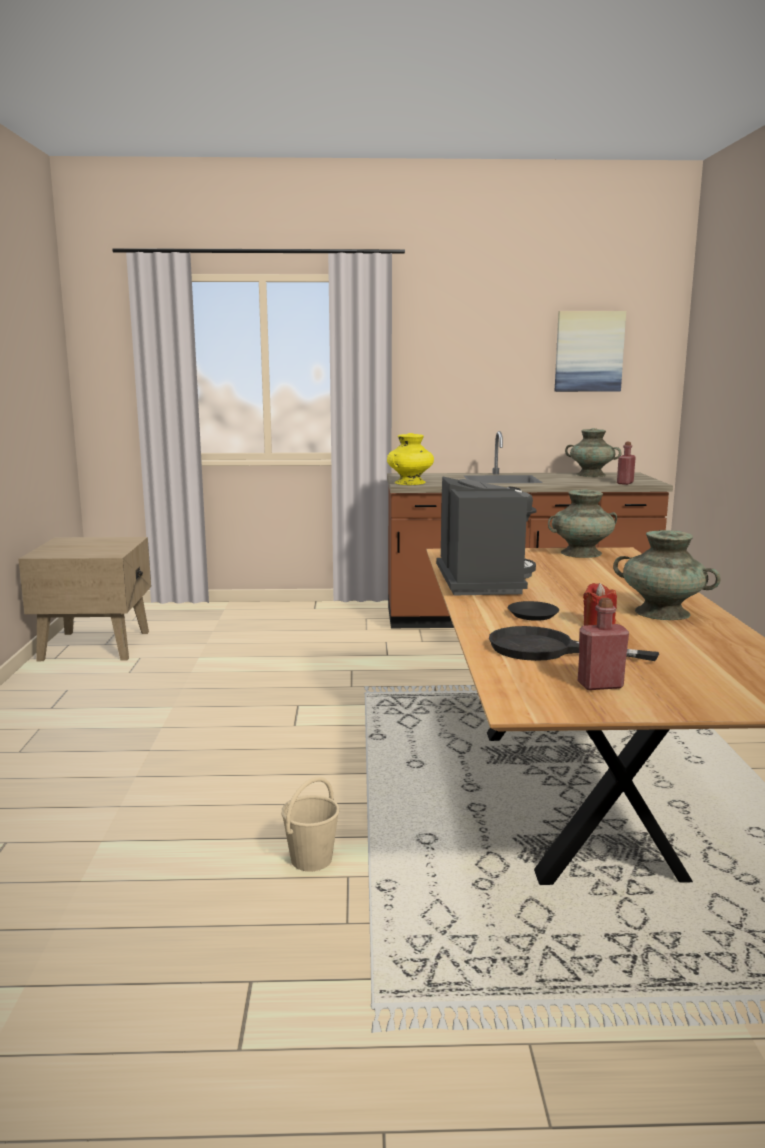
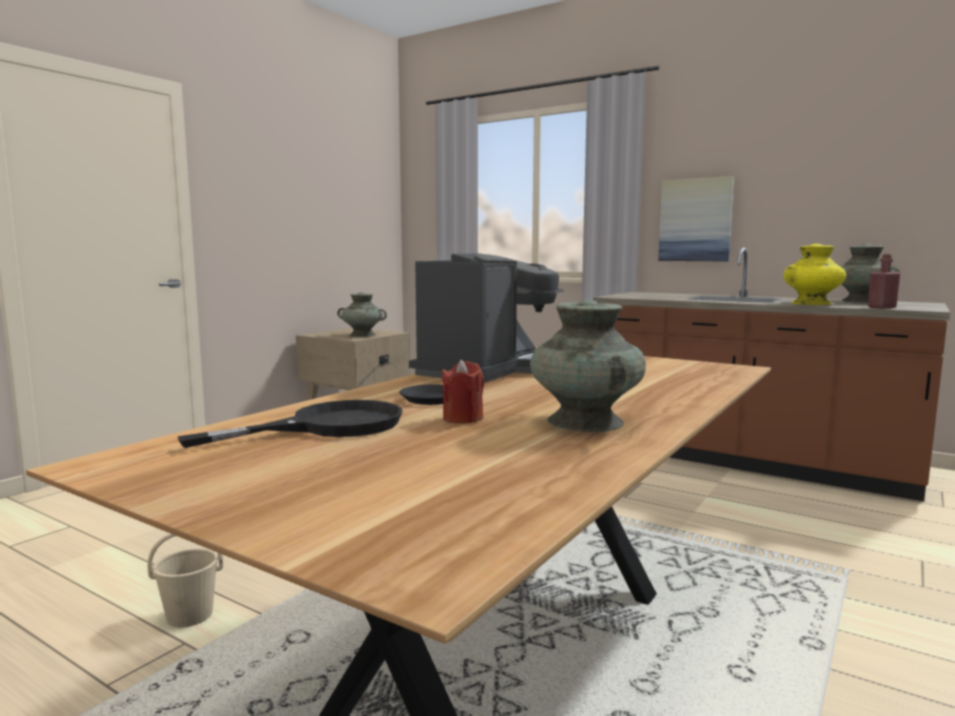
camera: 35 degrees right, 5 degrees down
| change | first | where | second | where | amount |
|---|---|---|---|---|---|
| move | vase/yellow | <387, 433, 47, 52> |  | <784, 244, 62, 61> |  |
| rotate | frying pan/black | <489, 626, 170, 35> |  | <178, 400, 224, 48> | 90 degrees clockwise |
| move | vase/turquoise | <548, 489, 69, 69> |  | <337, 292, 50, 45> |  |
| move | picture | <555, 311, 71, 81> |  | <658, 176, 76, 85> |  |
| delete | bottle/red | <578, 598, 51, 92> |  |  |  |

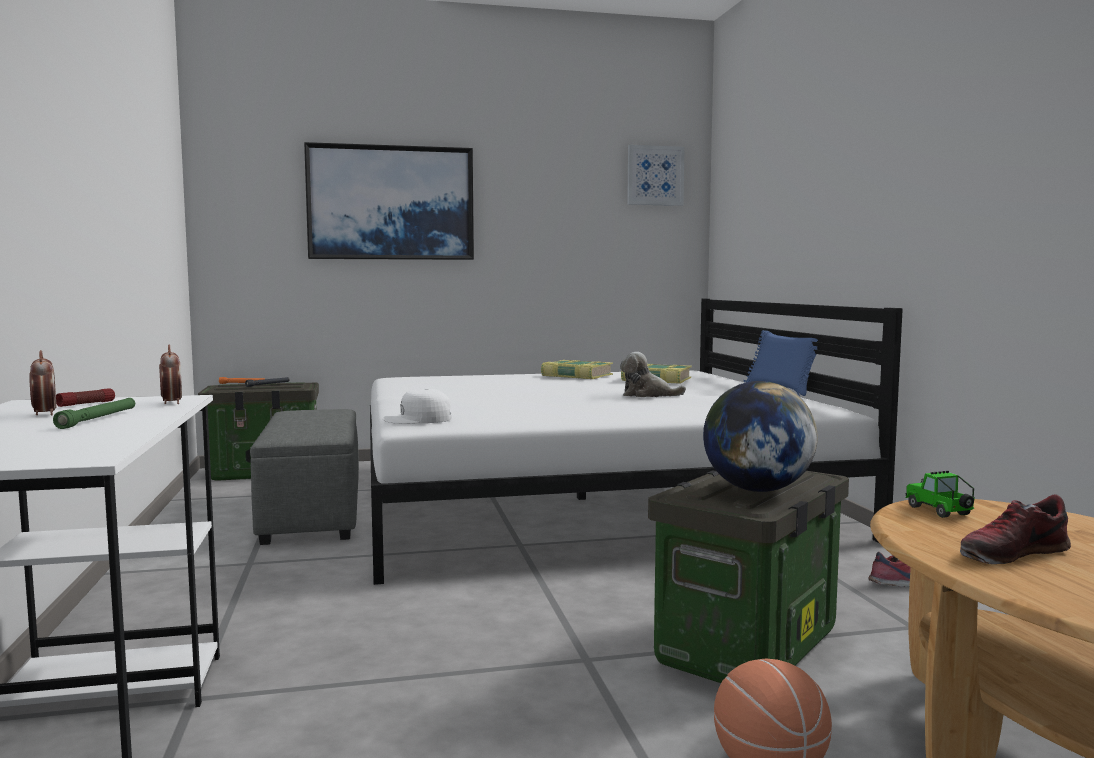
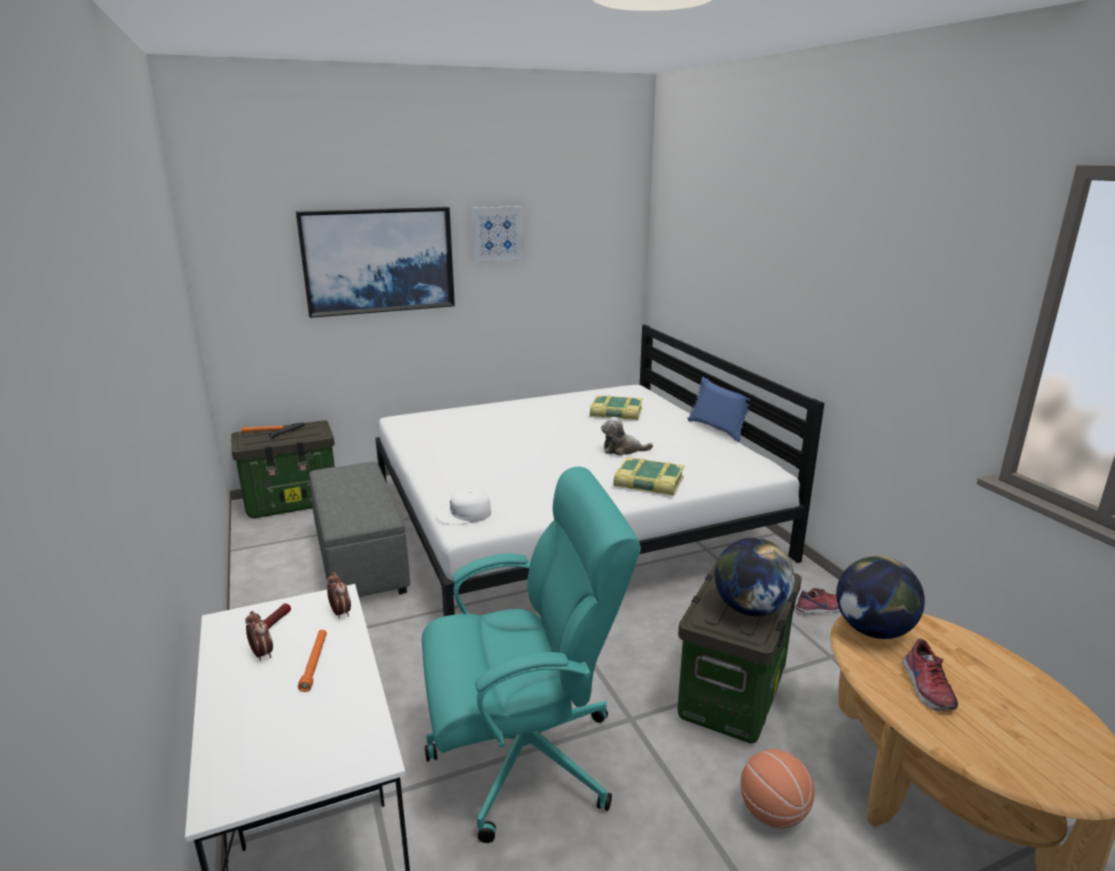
camera: 10 degrees left, 15 degrees up
| change | first | where | second | where | amount |
|---|---|---|---|---|---|
| recolor | flashlight/green | <53, 398, 82, 31> | flashlight/orange | <298, 630, 29, 62> |  |
| move | book | <541, 360, 72, 19> |  | <613, 457, 72, 39> |  |
| move | picture | <627, 145, 58, 61> |  | <471, 206, 53, 57> |  |
| replace | toy car | <905, 471, 70, 47> | globe | <836, 556, 89, 83> |  |
| rotate | shoe | <960, 494, 111, 70> |  | <902, 638, 56, 73> | 60 degrees counterclockwise |
| insert |  |  | office chair/turquoise | <422, 467, 219, 376> |  |

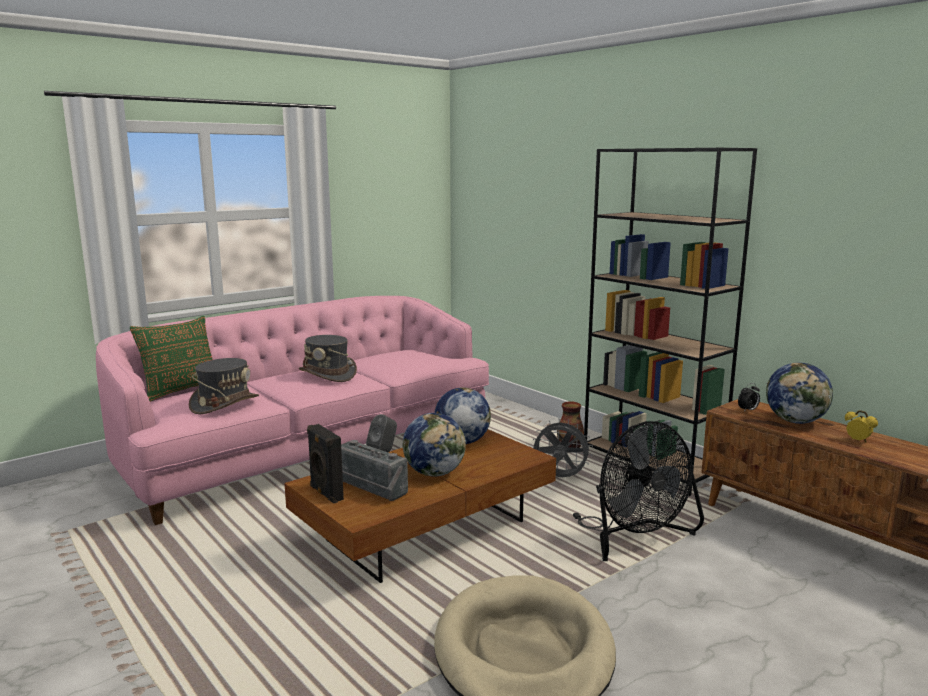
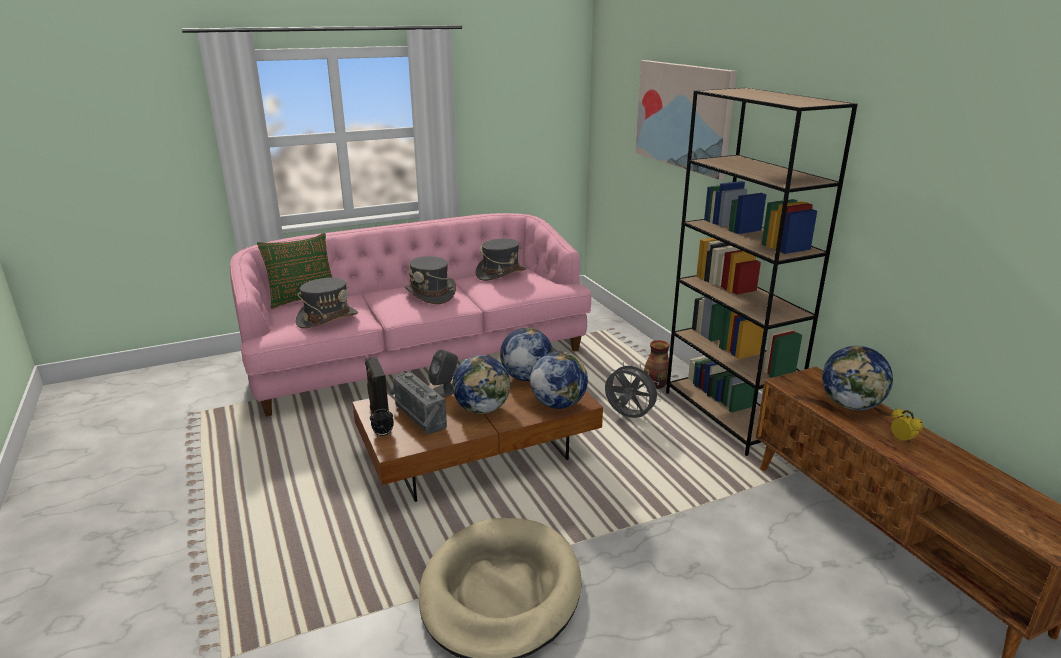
camera: 15 degrees right, 10 degrees up
| change | first | where | second | where | amount |
|---|---|---|---|---|---|
| delete | fan/black | <573, 421, 131, 140> |  |  |  |
| move | alarm clock | <738, 383, 22, 29> |  | <370, 409, 24, 27> |  |
| insert |  |  | hat/grey | <476, 238, 50, 43> |  |
| insert |  |  | globe | <530, 351, 58, 58> |  |
| insert |  |  | picture | <635, 60, 102, 120> |  |

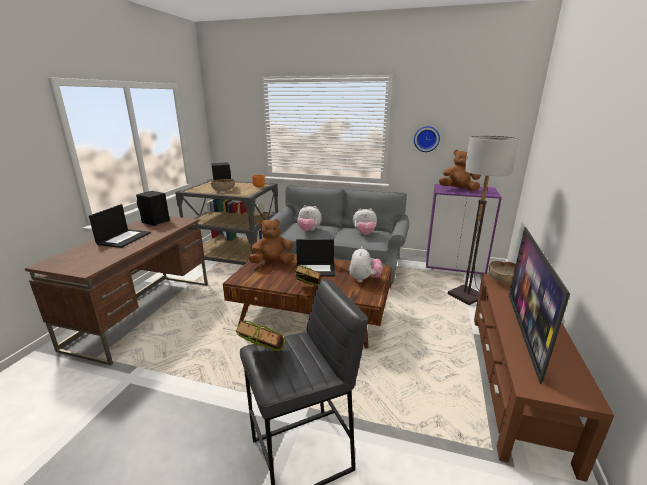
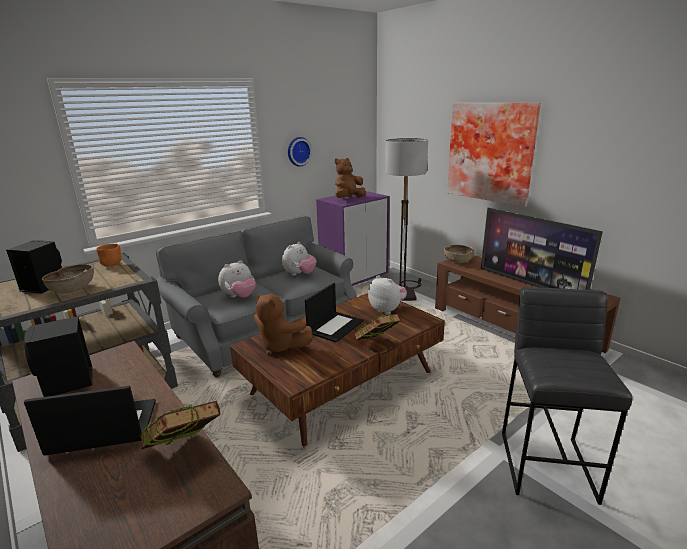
camera: 55 degrees left, 0 degrees up
| change | first | where | second | where | amount |
|---|---|---|---|---|---|
| rotate | laptop | <89, 204, 62, 44> |  | <24, 386, 132, 69> | 60 degrees counterclockwise |
| move | book | <235, 320, 50, 31> |  | <139, 401, 82, 48> |  |
| rotate | plush toy/brown | <248, 219, 46, 45> |  | <254, 294, 59, 61> | 75 degrees counterclockwise |
| insert |  |  | picture | <447, 103, 94, 104> |  |

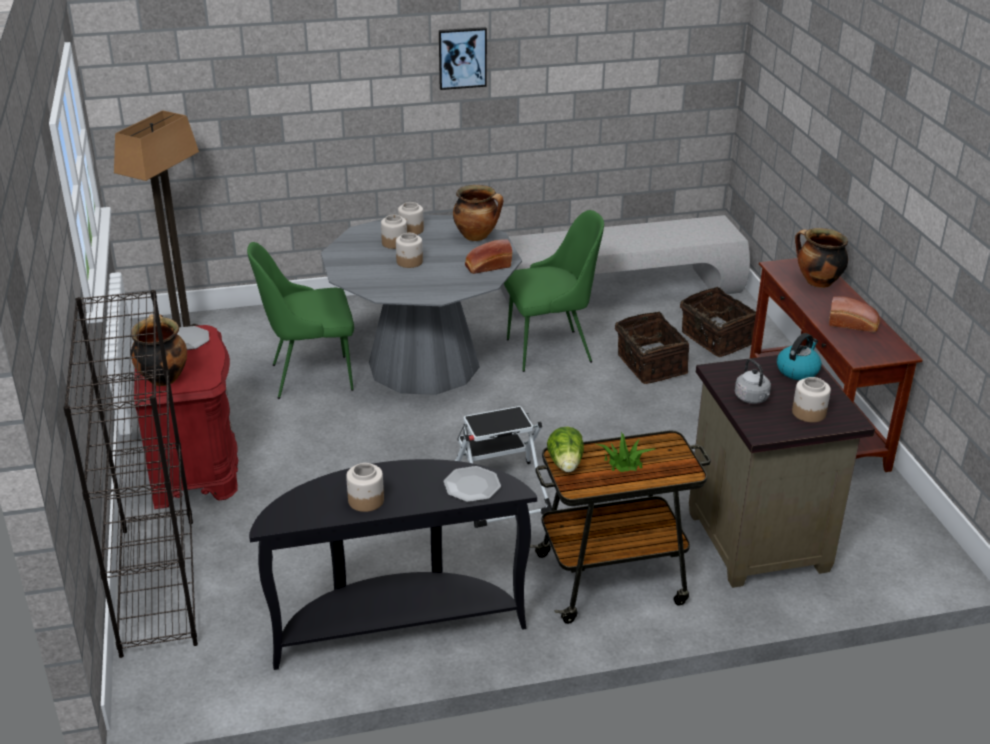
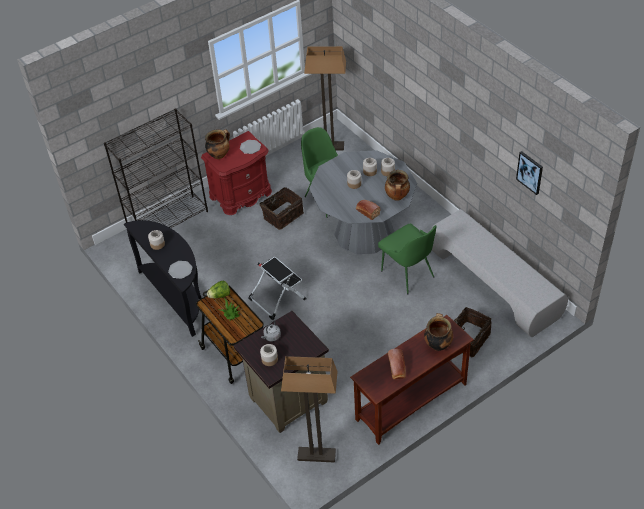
camera: 70 degrees right, 15 degrees up
| change | first | where | second | where | amount |
|---|---|---|---|---|---|
| move | picture | <439, 27, 48, 63> |  | <516, 151, 27, 44> |  |
| move | basket | <615, 312, 74, 72> |  | <260, 187, 44, 43> |  |
| delete | kettle | <777, 333, 45, 47> |  |  |  |
| insert |  |  | floor lamp | <281, 356, 57, 106> |  |

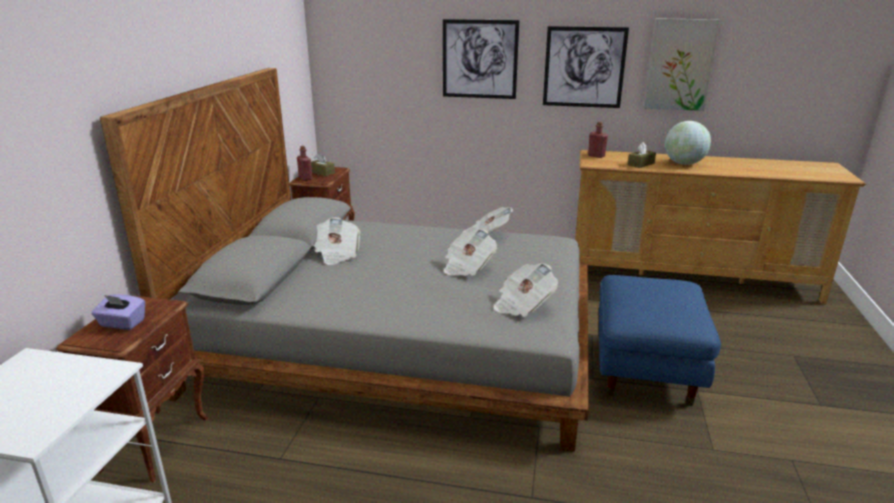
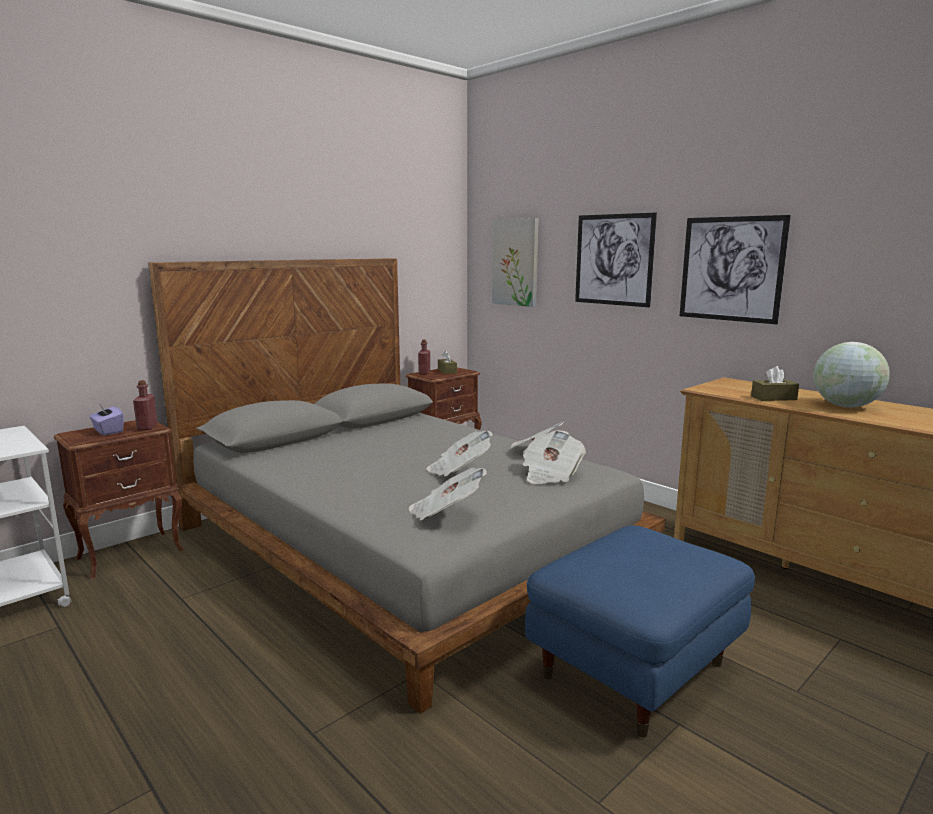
camera: 35 degrees right, 10 degrees down
| change | first | where | second | where | amount |
|---|---|---|---|---|---|
| move | newspaper | <314, 217, 47, 48> |  | <523, 430, 63, 54> |  |
| move | bottle/red | <588, 122, 20, 36> |  | <133, 380, 24, 50> |  |
| move | picture | <644, 19, 75, 92> |  | <492, 218, 47, 89> |  |

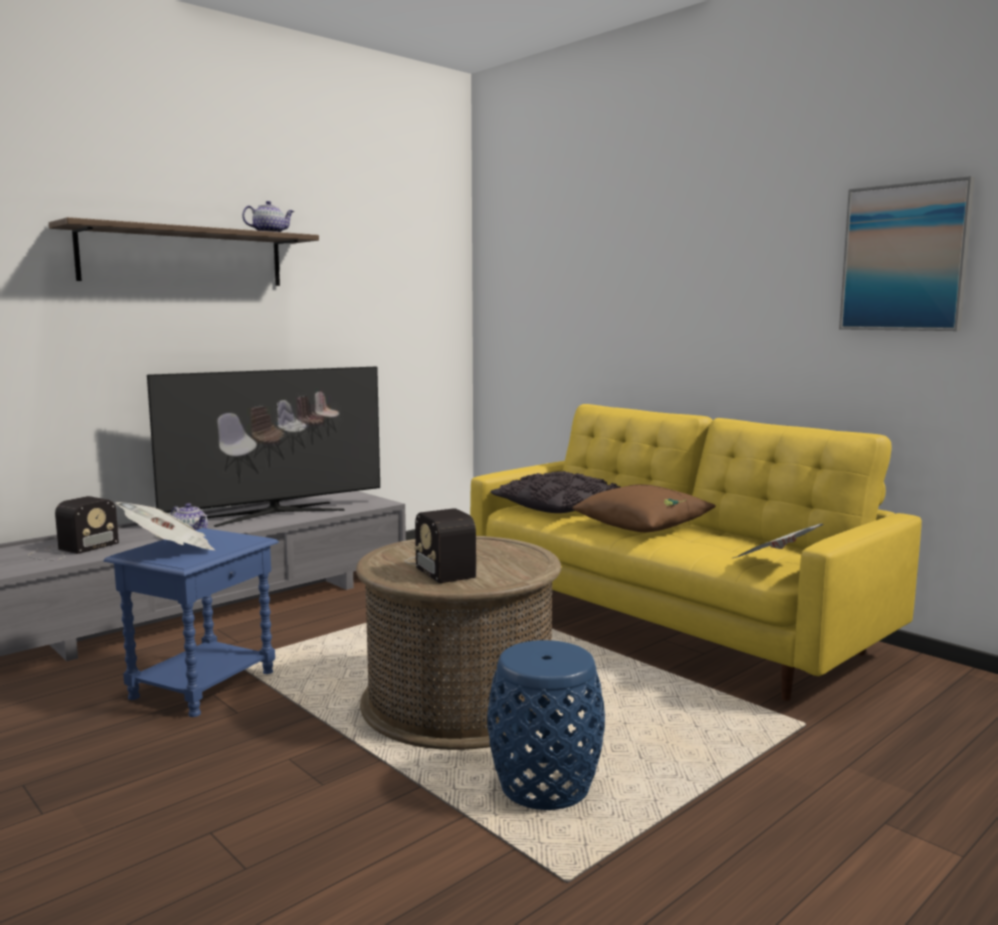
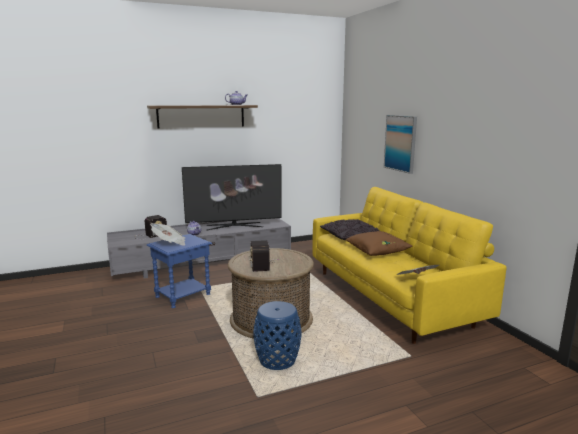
camera: 20 degrees right, 5 degrees up
| change | first | where | second | where | amount |
|---|---|---|---|---|---|
| move | picture | <839, 176, 136, 155> |  | <384, 115, 33, 59> |  |

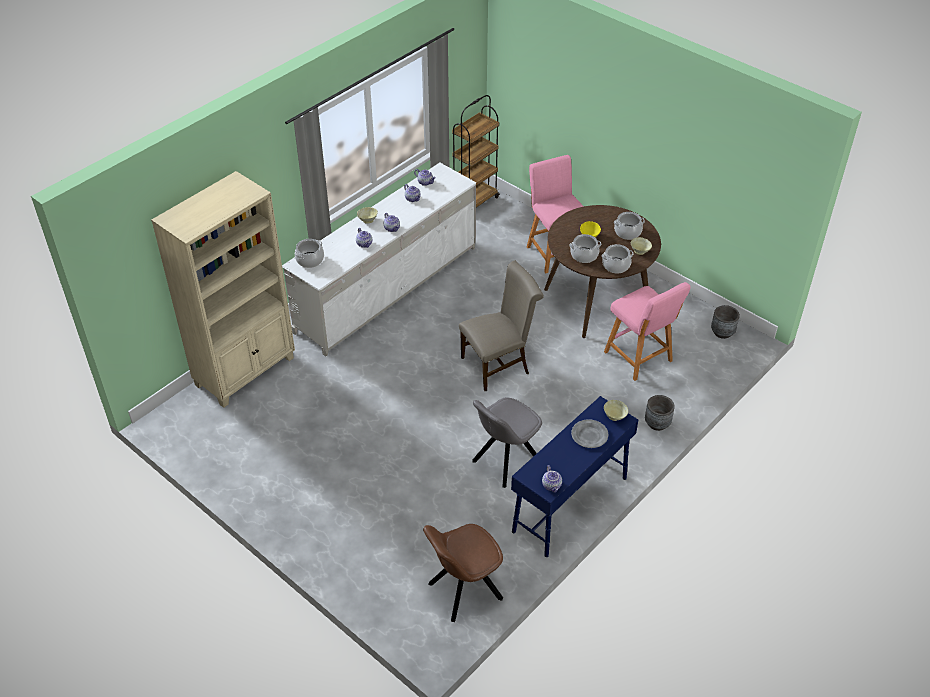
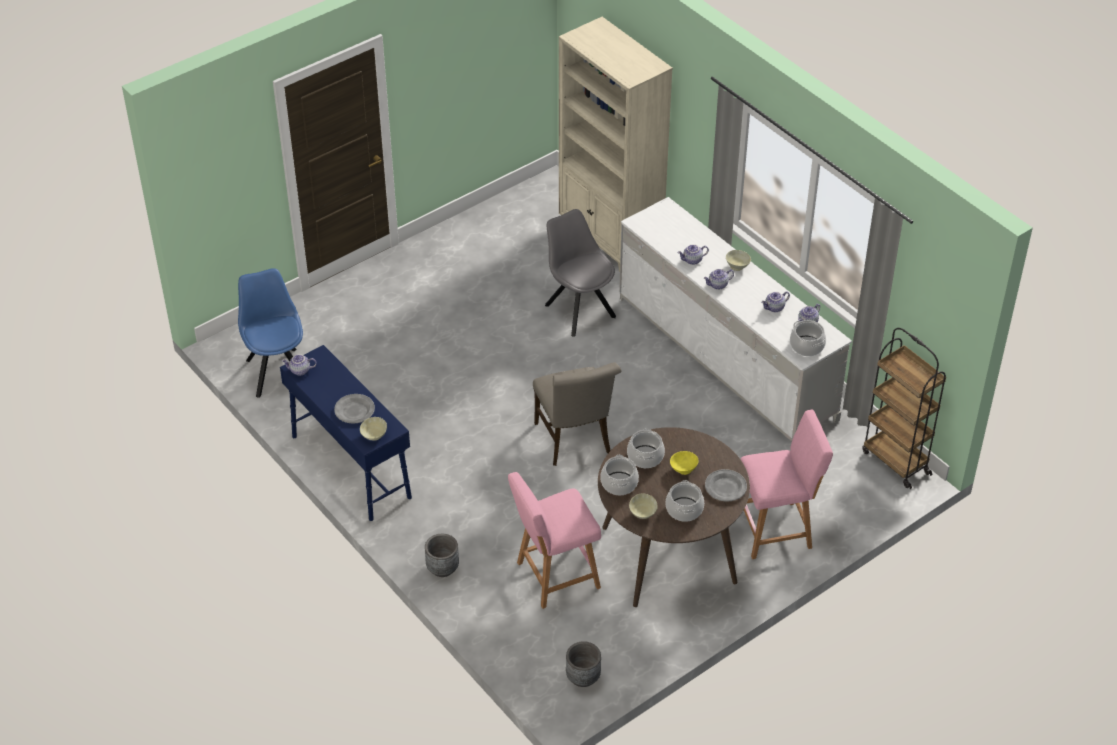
camera: 100 degrees right, 0 degrees up
| change | first | where | second | where | amount |
|---|---|---|---|---|---|
| move | cooking pot | <295, 239, 29, 29> |  | <790, 320, 36, 36> |  |
| recolor | chair/brown | <423, 524, 80, 98> | chair/blue | <238, 268, 65, 130> |  |
| move | chair/grey | <472, 397, 70, 91> |  | <545, 209, 71, 128> |  |
| insert |  |  | plate/grey | <705, 469, 42, 33> |  |

